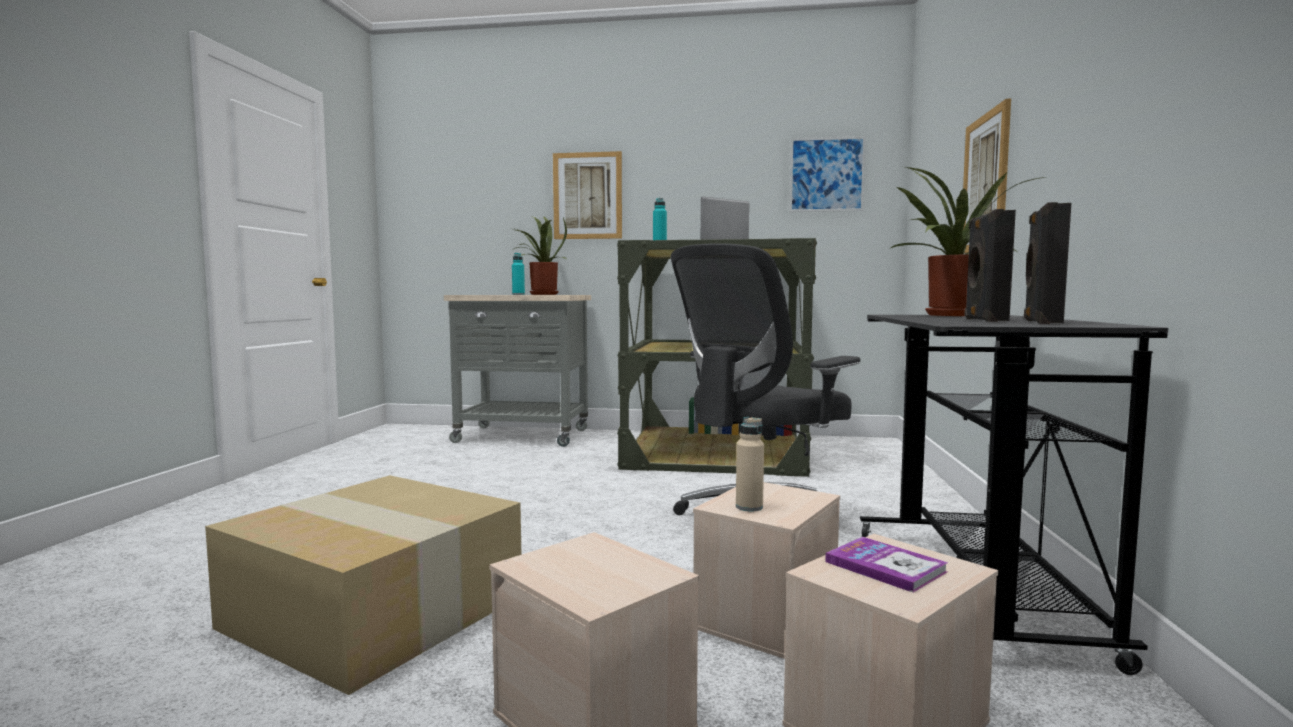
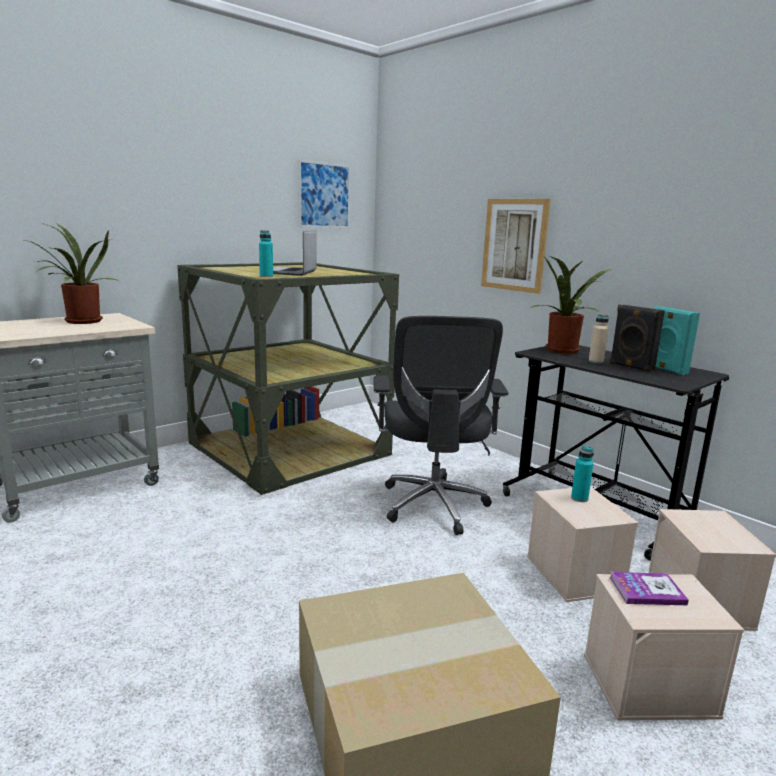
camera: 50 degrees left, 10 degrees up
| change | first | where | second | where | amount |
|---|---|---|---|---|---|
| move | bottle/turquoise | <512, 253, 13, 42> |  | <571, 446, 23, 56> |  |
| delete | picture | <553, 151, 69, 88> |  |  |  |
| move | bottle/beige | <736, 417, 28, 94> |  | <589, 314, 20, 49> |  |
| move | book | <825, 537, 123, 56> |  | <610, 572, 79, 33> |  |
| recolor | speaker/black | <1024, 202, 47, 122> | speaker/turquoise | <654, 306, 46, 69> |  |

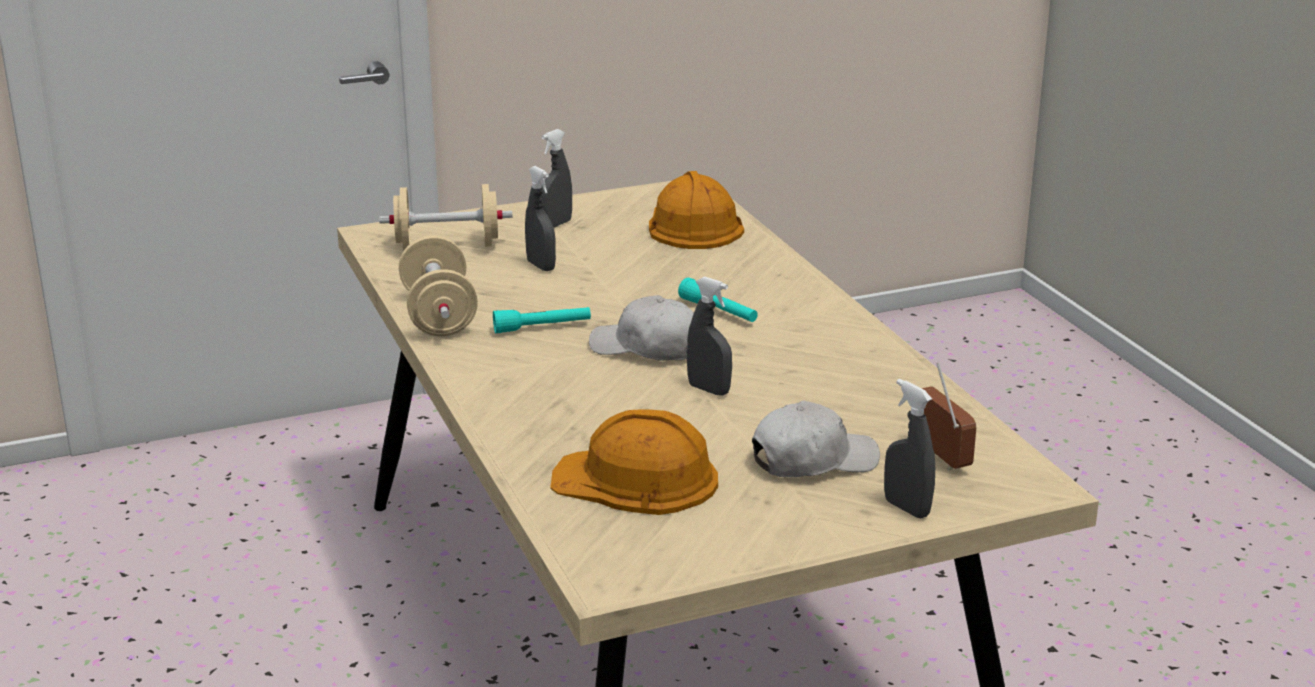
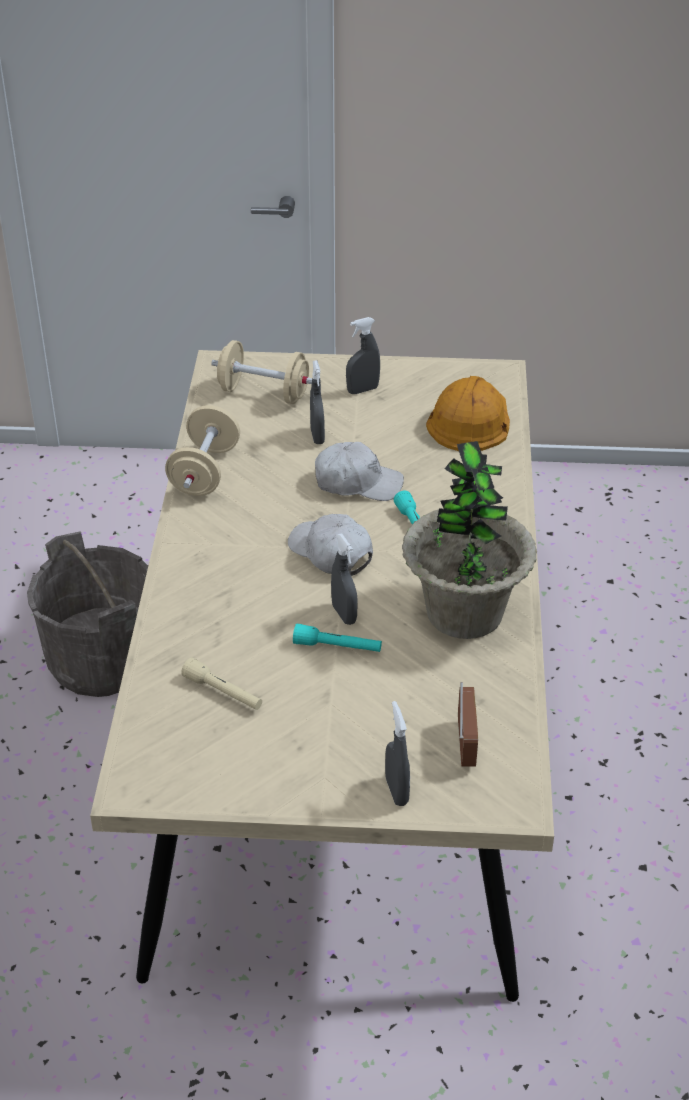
camera: 25 degrees right, 15 degrees up
| change | first | where | second | where | amount |
|---|---|---|---|---|---|
| move | flashlight/turquoise | <493, 307, 98, 27> |  | <293, 623, 89, 29> |  |
| replace | hard hat/orange | <550, 409, 168, 106> | flashlight/beige | <181, 657, 81, 53> |  |
| move | cap/white | <752, 401, 128, 76> |  | <315, 442, 89, 59> |  |
| insert |  |  | bucket/grey | <27, 531, 121, 166> |  |
| insert |  |  | potted plant | <402, 441, 135, 198> |  |

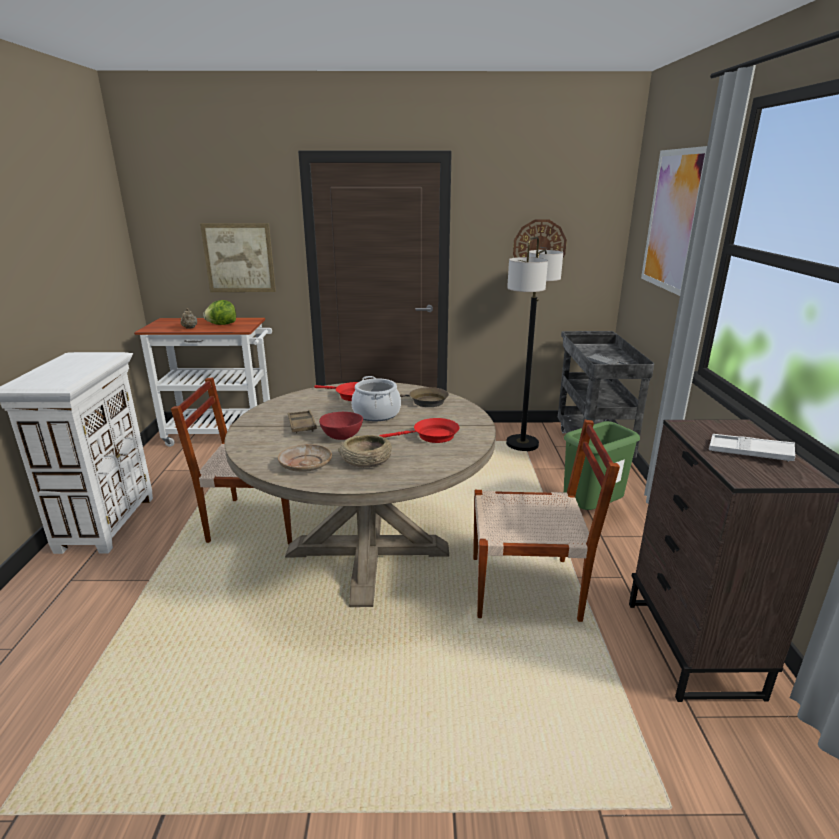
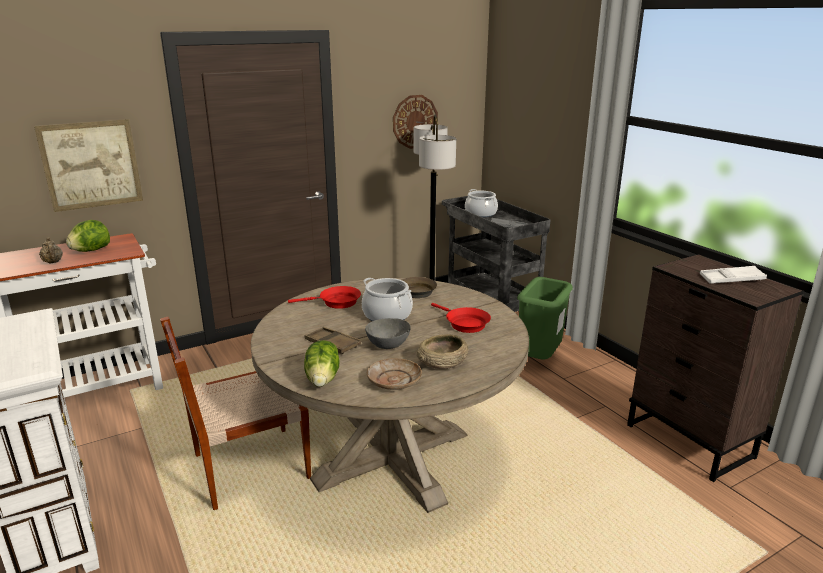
camera: 30 degrees left, 0 degrees up
| change | first | where | second | where | amount |
|---|---|---|---|---|---|
| recolor | bowl/red | <319, 412, 44, 28> | bowl/grey | <365, 318, 46, 31> |  |
| rotate | frying pan/red | <379, 418, 81, 25> |  | <431, 303, 60, 30> | 90 degrees clockwise |
| delete | chair | <473, 420, 147, 202> |  |  |  |
| delete | picture | <641, 146, 66, 150> |  |  |  |
| insert |  |  | lettuce | <304, 340, 35, 47> |  |
| insert |  |  | cooking pot | <465, 189, 33, 29> |  |

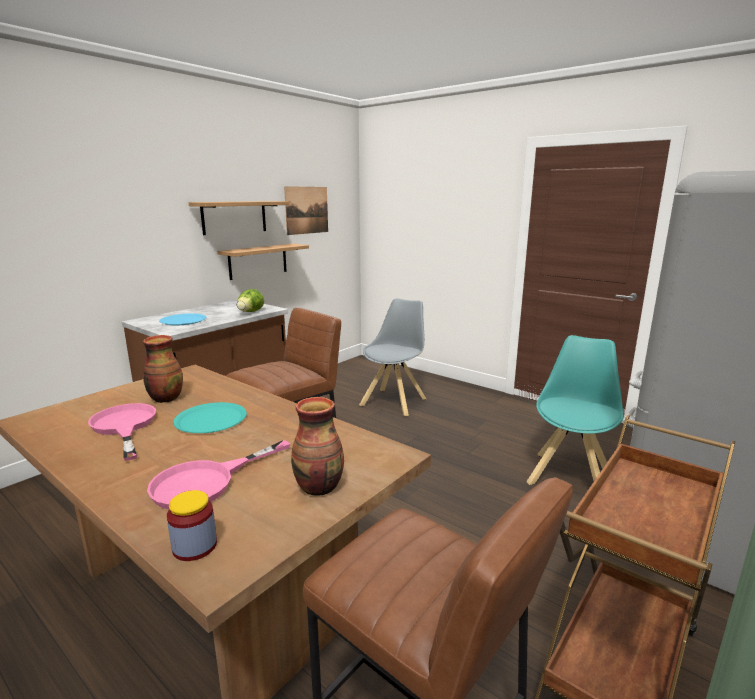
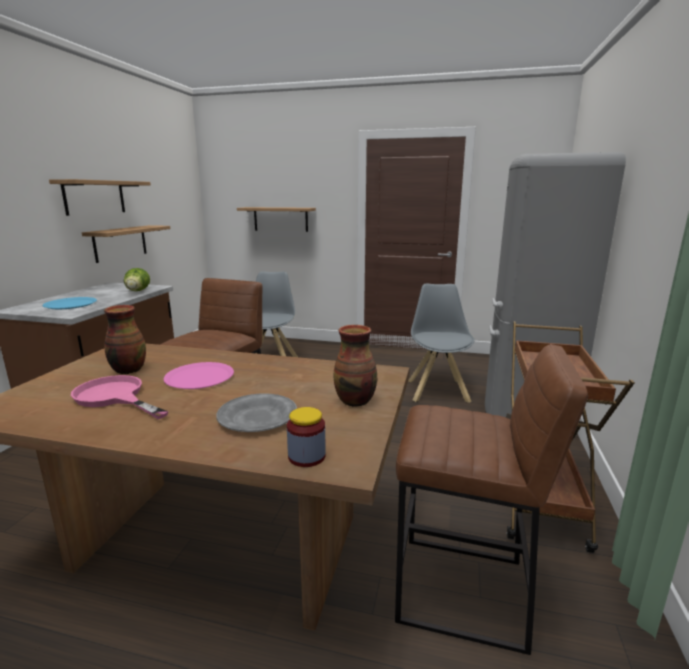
camera: 25 degrees left, 0 degrees up
| change | first | where | second | where | amount |
|---|---|---|---|---|---|
| replace | frying pan/pink | <147, 440, 143, 69> | plate/grey | <216, 393, 81, 39> |  |
| recolor | plate/turquoise | <173, 402, 74, 31> | plate/pink | <164, 362, 70, 27> |  |
| delete | picture | <284, 186, 44, 49> |  |  |  |
| recolor | chair/turquoise | <526, 335, 98, 150> | chair/grey | <408, 284, 67, 119> |  |
| insert |  |  | shelf | <237, 207, 79, 25> |  |

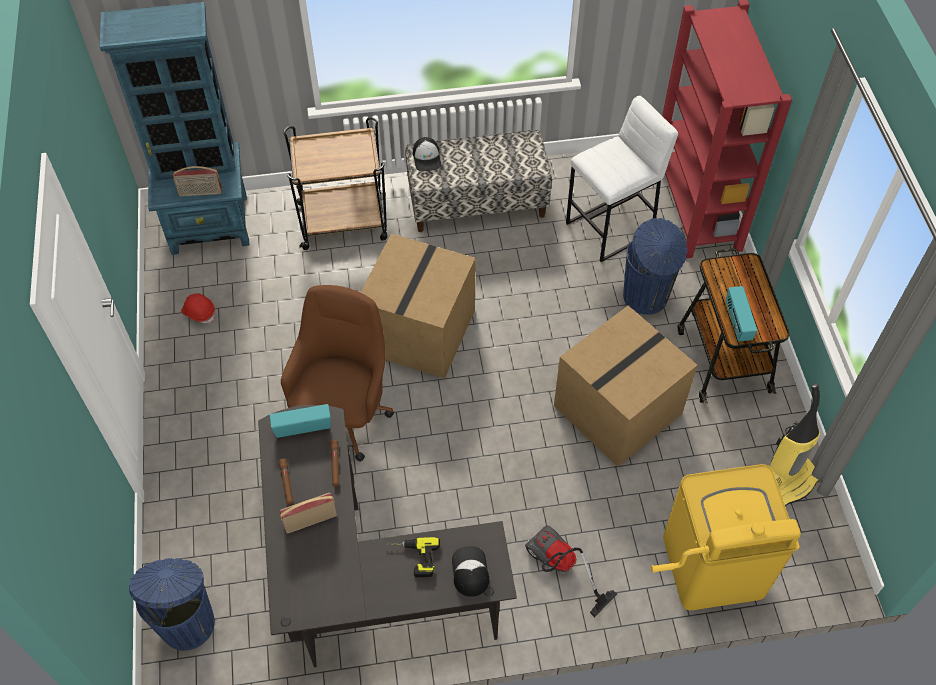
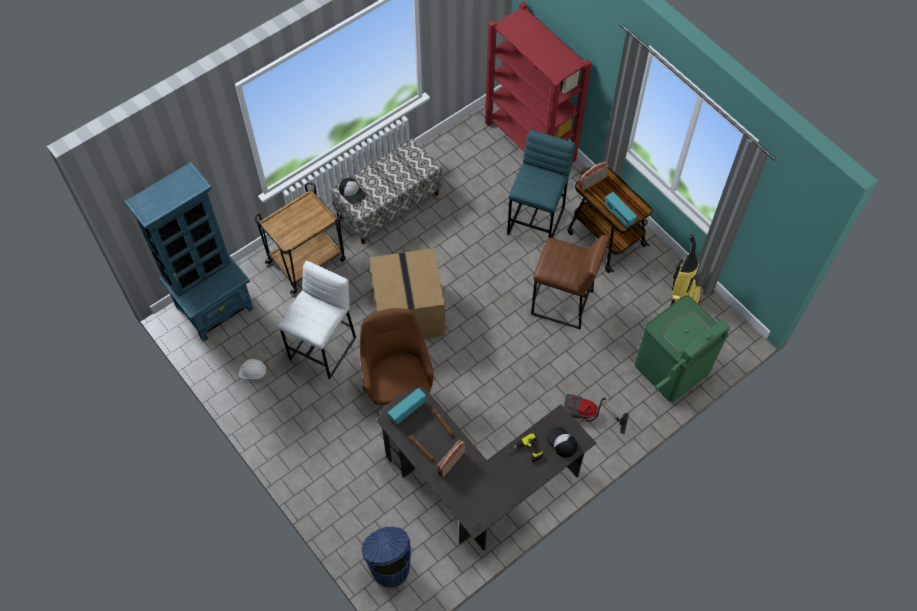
camera: 30 degrees left, 5 degrees up
| change | first | where | second | where | amount |
|---|---|---|---|---|---|
| move | radio | <173, 166, 49, 31> |  | <579, 161, 30, 30> |  |
| recolor | hard hat/red | <181, 293, 34, 30> | hard hat/white | <239, 359, 28, 20> |  |
| replace | cardboard box | <554, 306, 144, 161> | stool/brown | <531, 235, 78, 94> |  |
| move | stool/white | <566, 96, 112, 166> |  | <278, 261, 78, 118> |  |
| replace | trash can/blue | <623, 218, 64, 97> | stool/turquoise | <507, 130, 68, 108> |  |
| recolor | washing machine/yellow | <651, 464, 150, 146> | washing machine/green | <635, 295, 95, 107> |  |

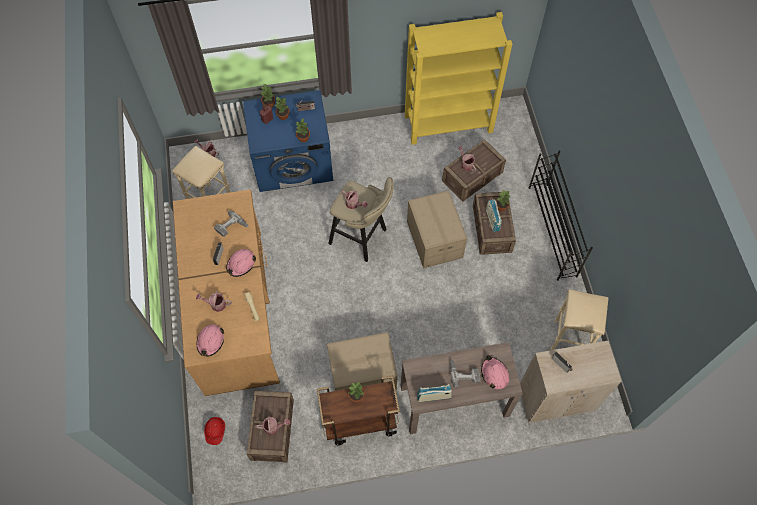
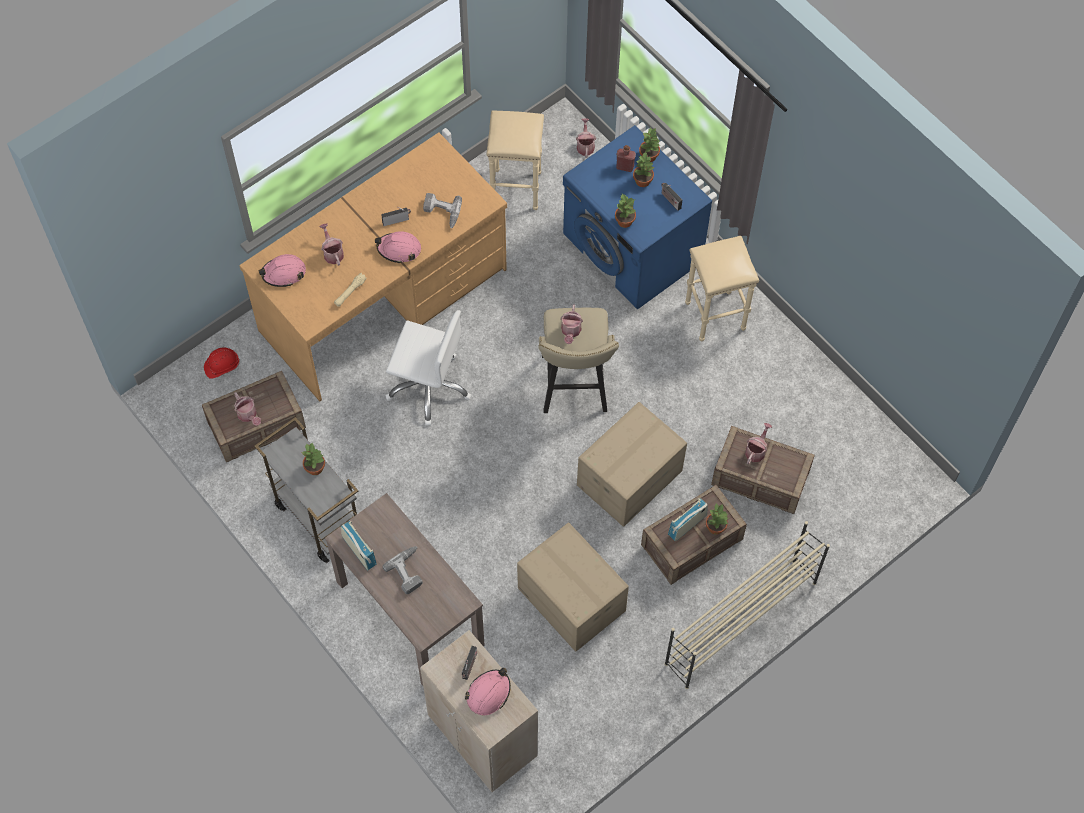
camera: 60 degrees right, 0 degrees up
| change | first | where | second | where | amount |
|---|---|---|---|---|---|
| recolor | cart/brown | <317, 376, 83, 70> | cart/grey | <254, 417, 105, 146> |  |
| move | cardboard box | <327, 332, 71, 59> |  | <517, 522, 112, 129> |  |
| delete | bookcase/yellow | <405, 12, 107, 133> |  |  |  |
| move | hard hat/pink | <481, 355, 28, 34> |  | <465, 668, 46, 47> |  |
| recolor | shoe rack/black | <528, 150, 65, 131> | shoe rack/beige | <665, 521, 165, 168> |  |
| move | stool/beige | <551, 289, 57, 61> |  | <685, 236, 74, 105> |  |
| insert |  |  | office chair/white | <386, 310, 85, 115> |  |

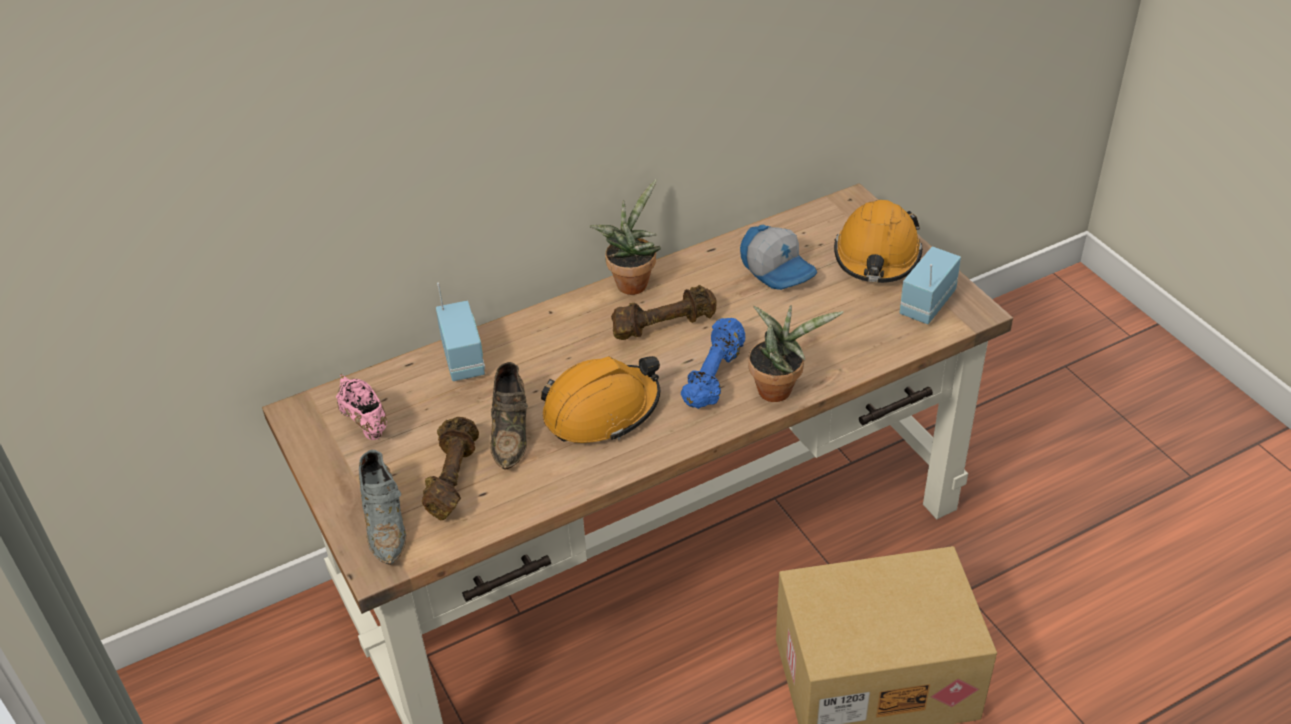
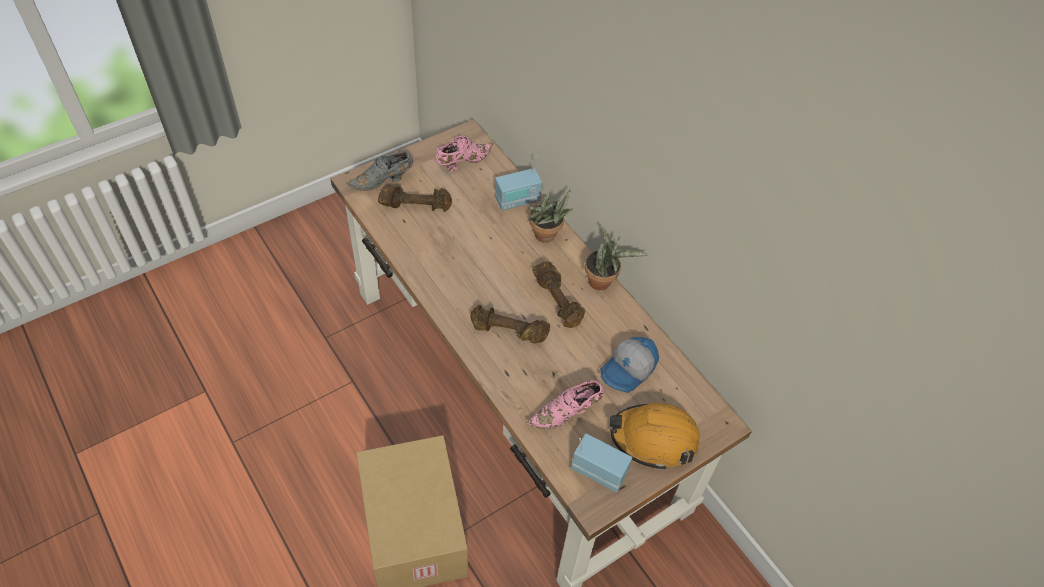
camera: 80 degrees right, 10 degrees up
| change | first | where | second | where | amount |
|---|---|---|---|---|---|
| delete | shoe/brown | <490, 362, 38, 108> |  |  |  |
| delete | hard hat/orange | <541, 356, 119, 87> |  |  |  |
| recolor | dumbbell/blue | <681, 318, 64, 91> | dumbbell/brown | <470, 305, 80, 39> |  |
| move | potted plant | <748, 305, 96, 97> |  | <528, 189, 45, 54> |  |
| insert |  |  | shoe/pink | <527, 380, 77, 49> |  |

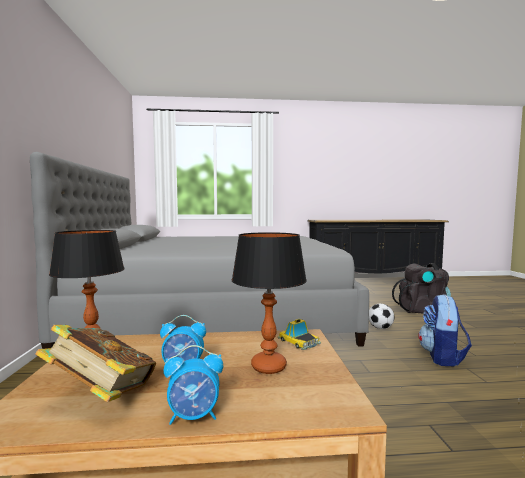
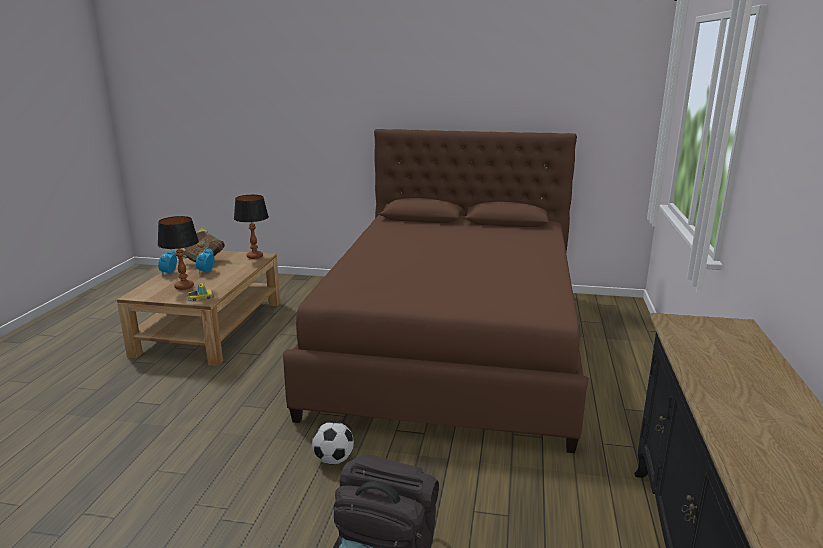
camera: 105 degrees right, 15 degrees up
| change | first | where | second | where | amount |
|---|---|---|---|---|---|
| recolor | bed/grey | <30, 152, 339, 197> | bed/brown | <283, 129, 306, 324> |  |
| delete | backpack | <418, 294, 54, 73> |  |  |  |

